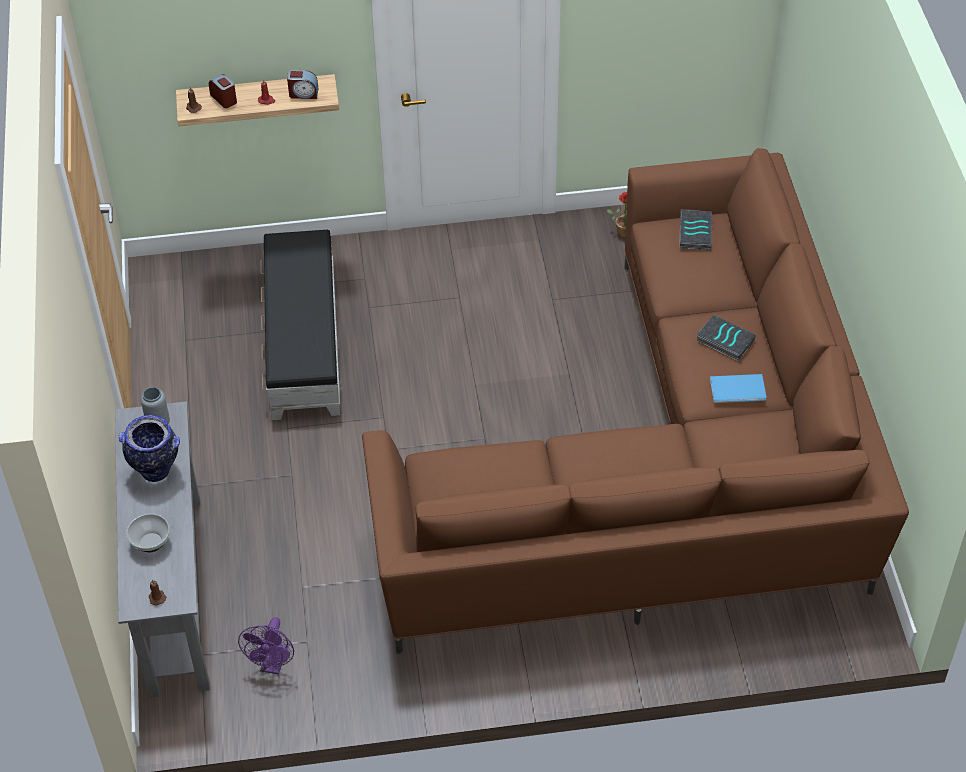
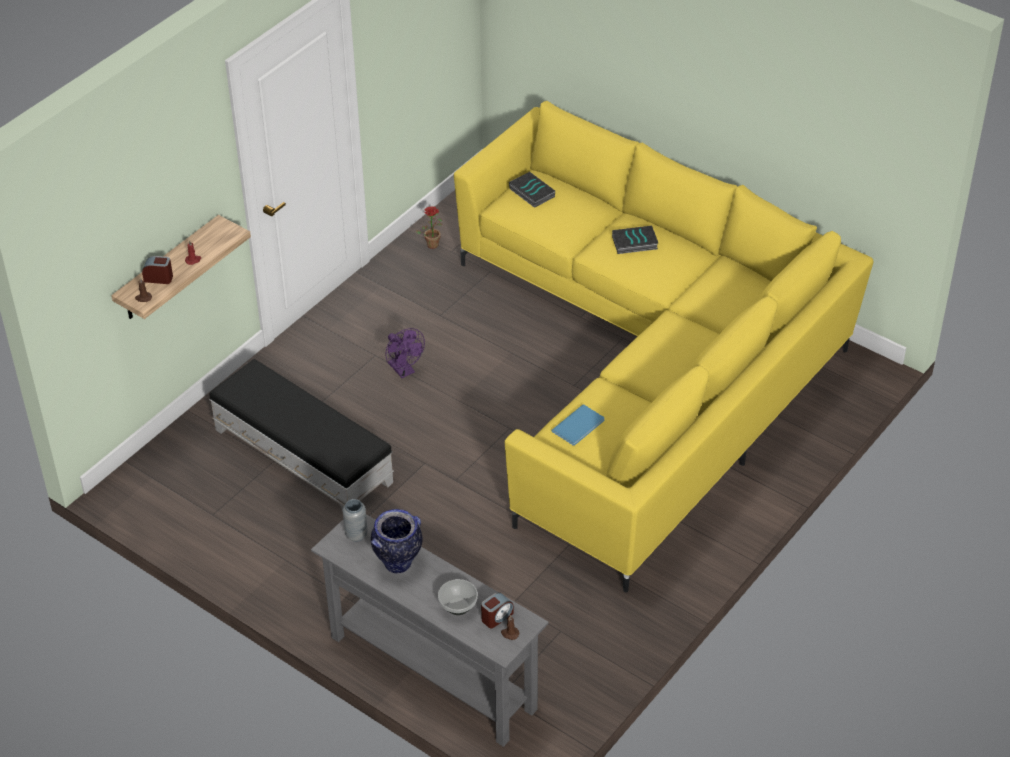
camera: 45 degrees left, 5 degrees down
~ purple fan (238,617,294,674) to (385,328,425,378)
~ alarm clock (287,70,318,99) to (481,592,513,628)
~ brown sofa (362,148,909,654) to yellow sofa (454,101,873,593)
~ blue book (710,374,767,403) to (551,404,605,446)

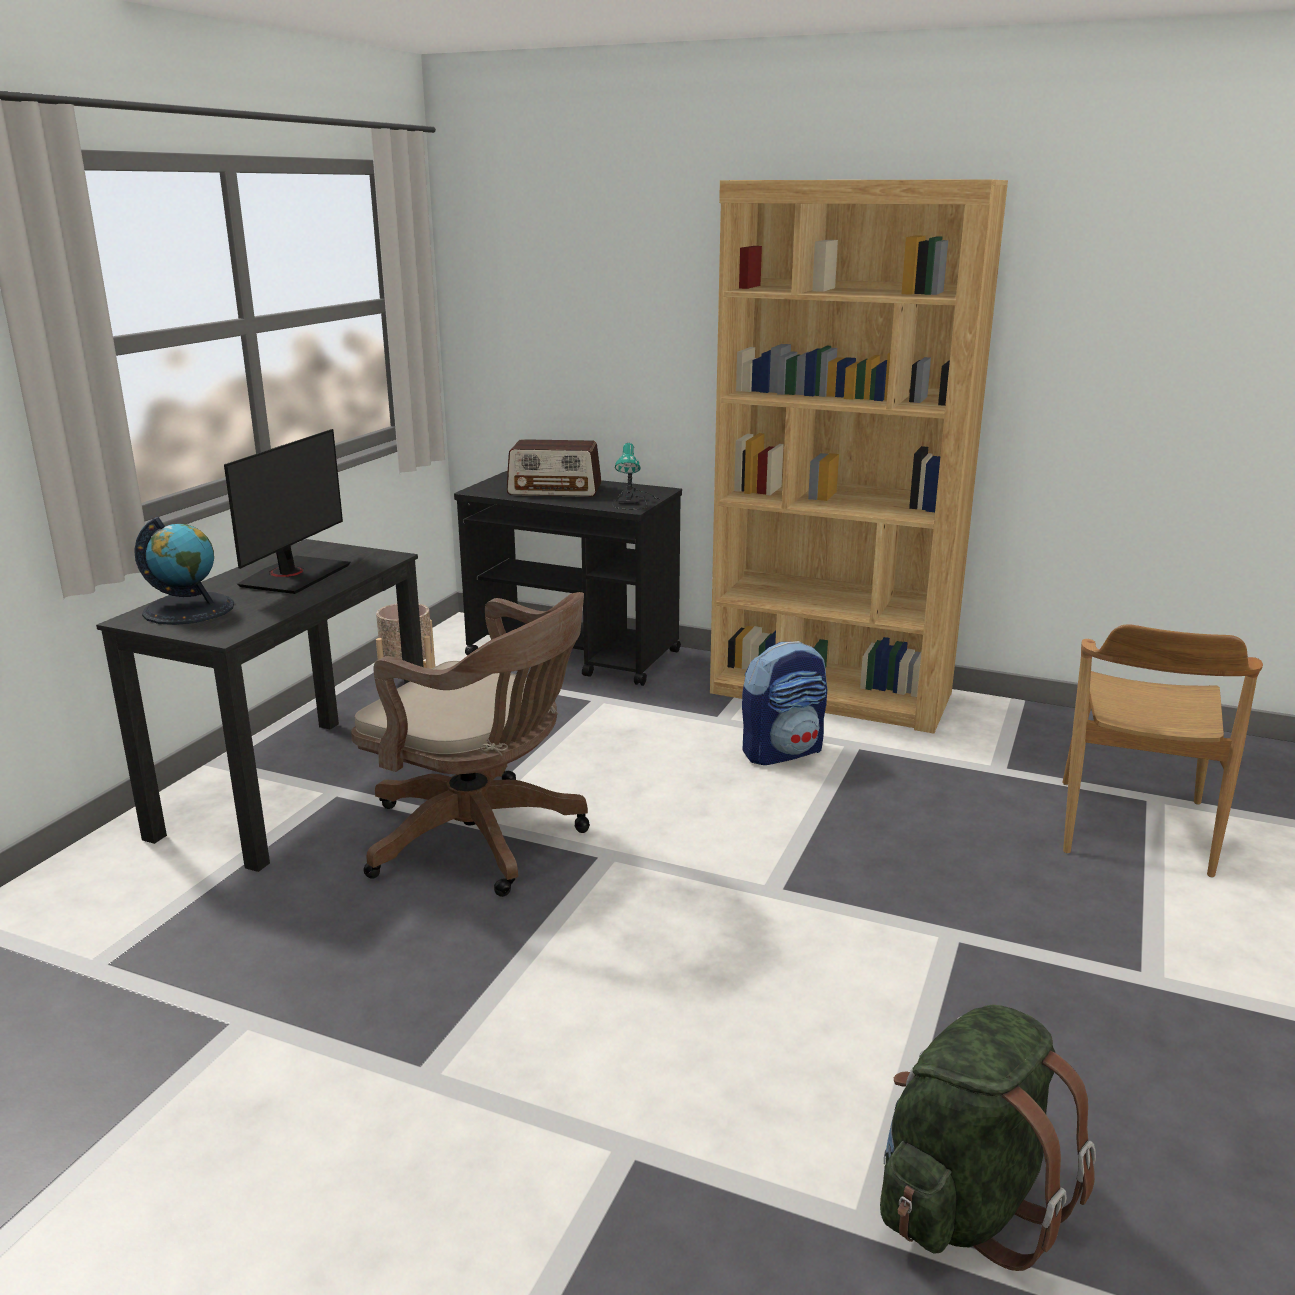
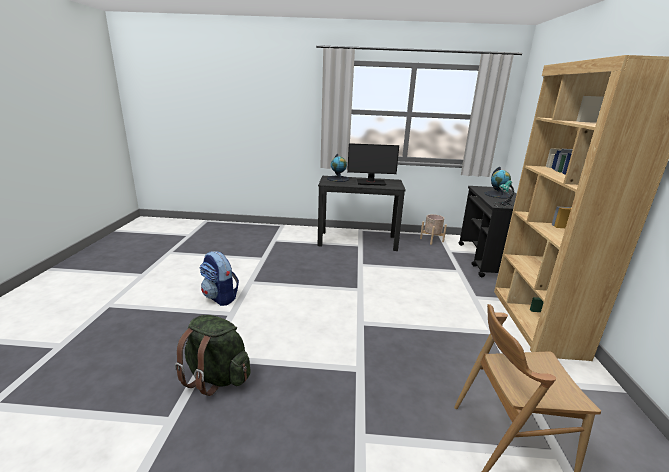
camera: 70 degrees right, 0 degrees up
- brown office chair (351,592,590,897)
~ radio (507,439,601,497) to globe (485,167,511,198)
~ backpack (742,641,827,765) to (200,251,239,306)

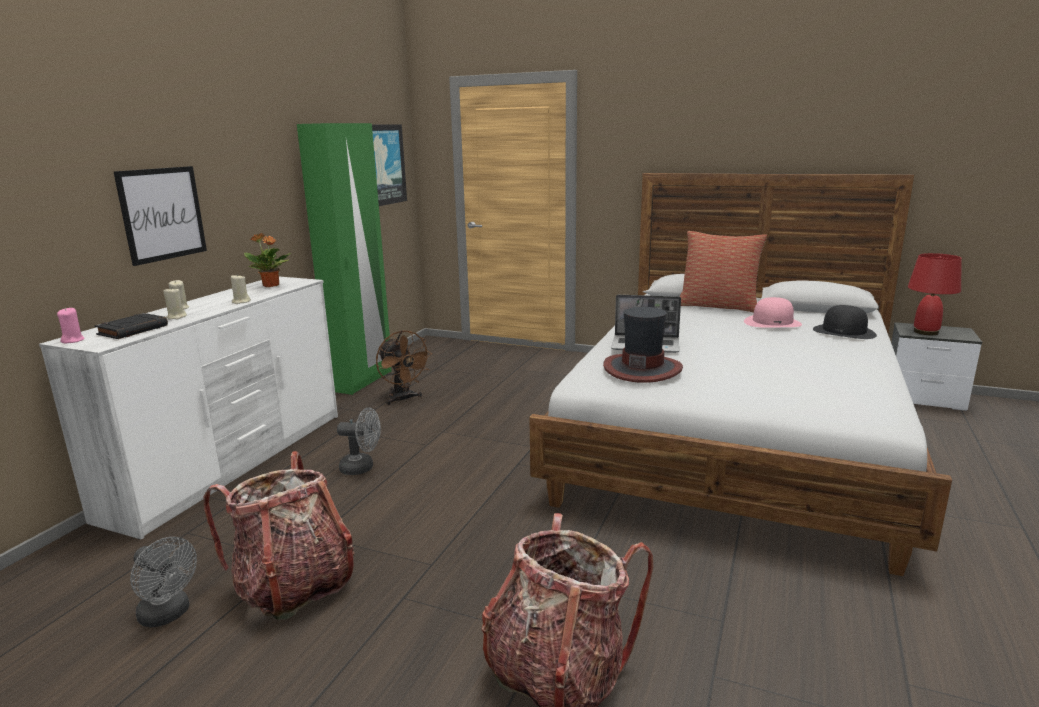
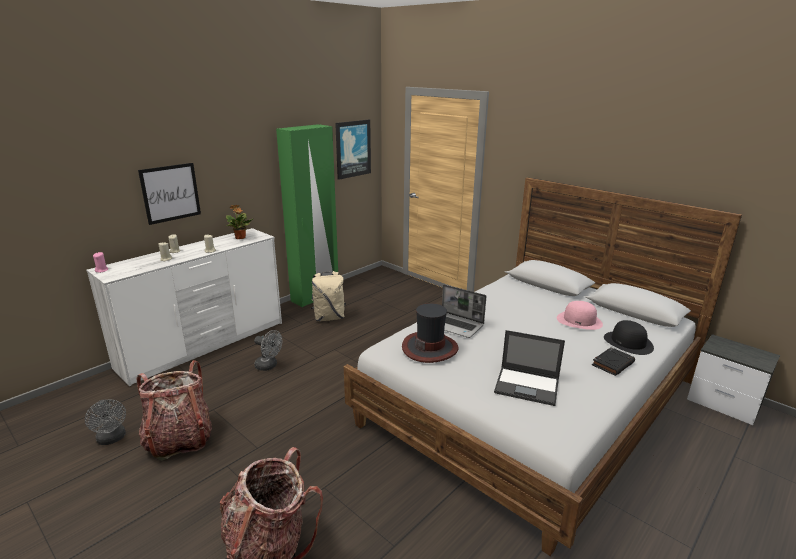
camera: 20 degrees right, 5 degrees up
~ black book (94,313,168,339) to (592,347,635,376)
~ brown fan (376,330,432,405) to beige backpack (311,271,346,321)
- pillow (680,231,767,313)
- red table lamp (908,253,962,335)
+ laptop (494,330,565,406)

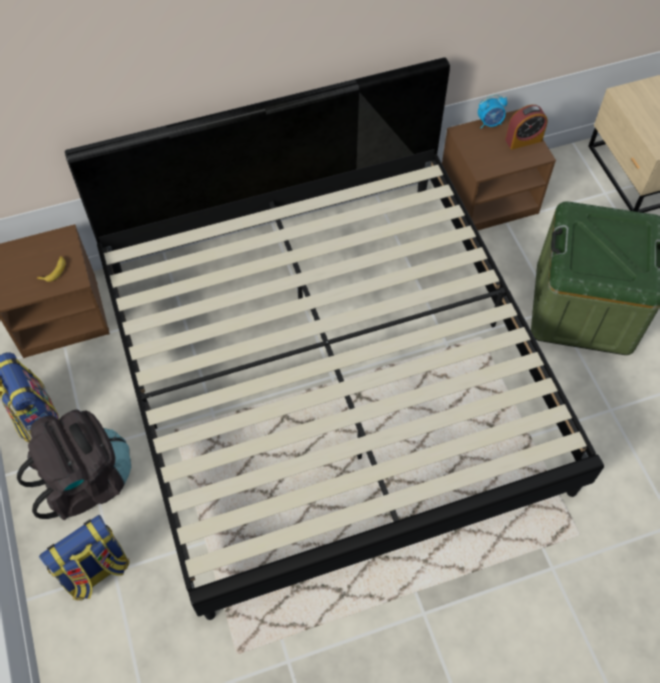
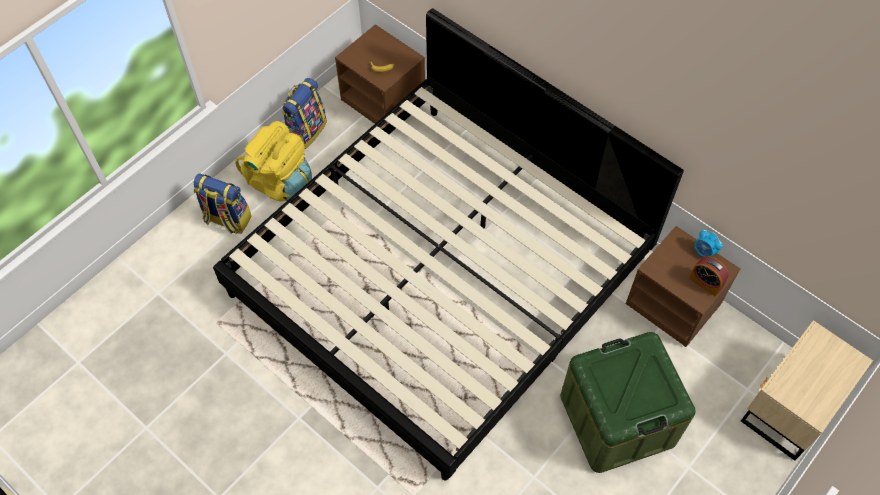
camera: 60 degrees right, 0 degrees up
~ black backpack (17,410,131,520) to yellow backpack (235,121,312,201)

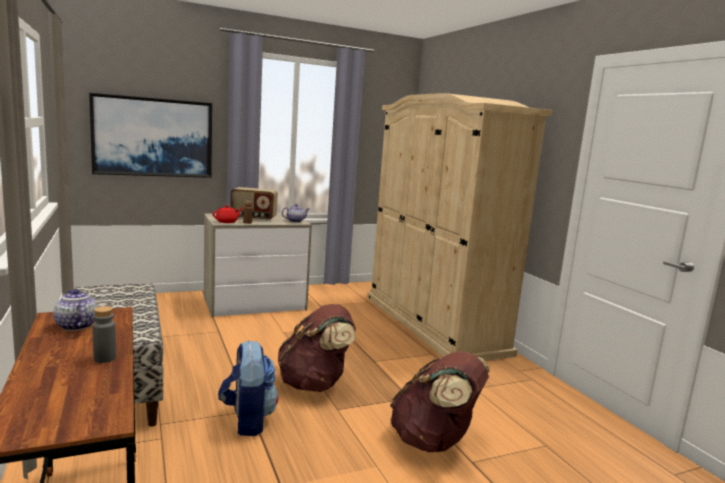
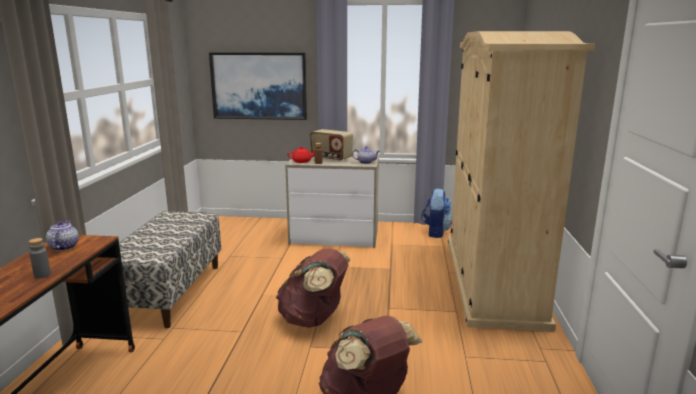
camera: 30 degrees right, 5 degrees up
~ backpack (218,340,278,436) to (421,188,452,238)

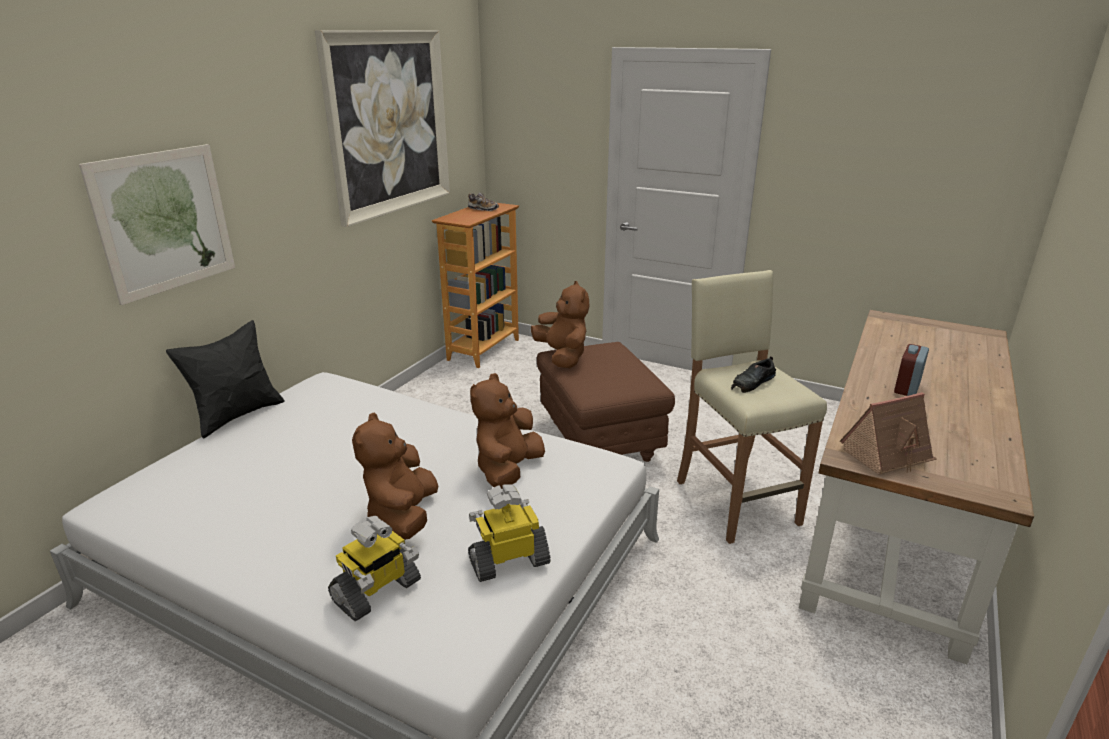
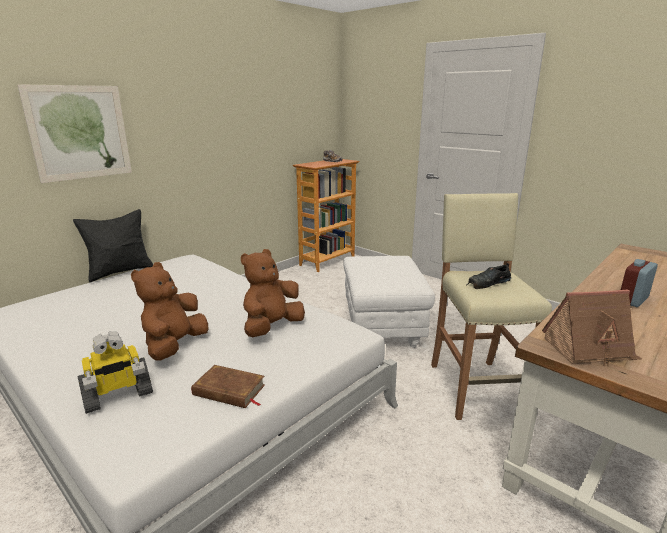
camera: 15 degrees right, 5 degrees down
- picture (315,30,450,227)
~ toy robot (468,485,550,582) to brown book (191,365,265,408)
- brown plush toy (531,281,589,368)
~ brown ottoman (537,342,675,462) to white ottoman (343,256,435,348)

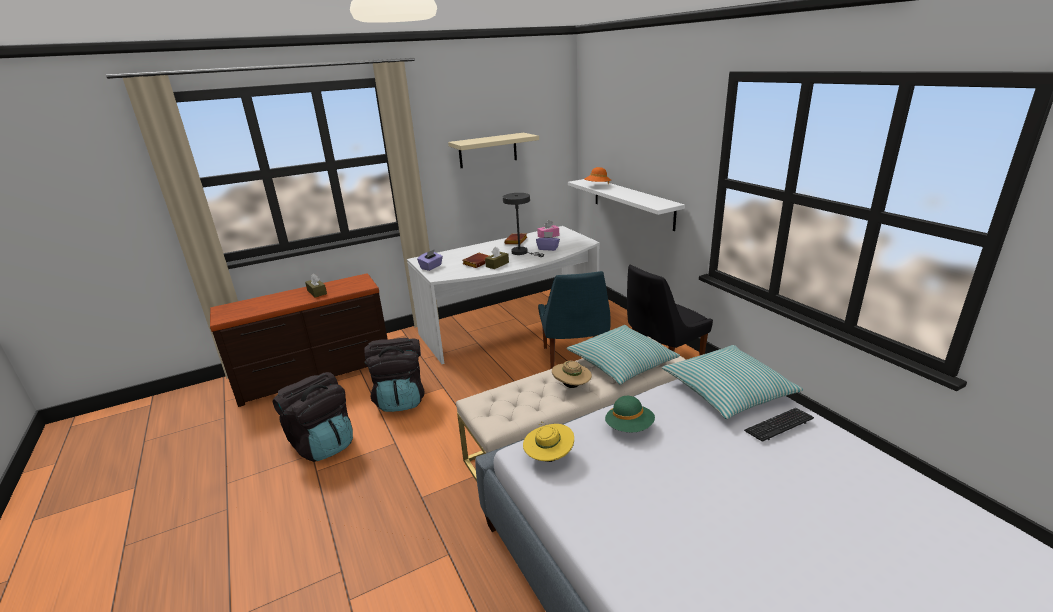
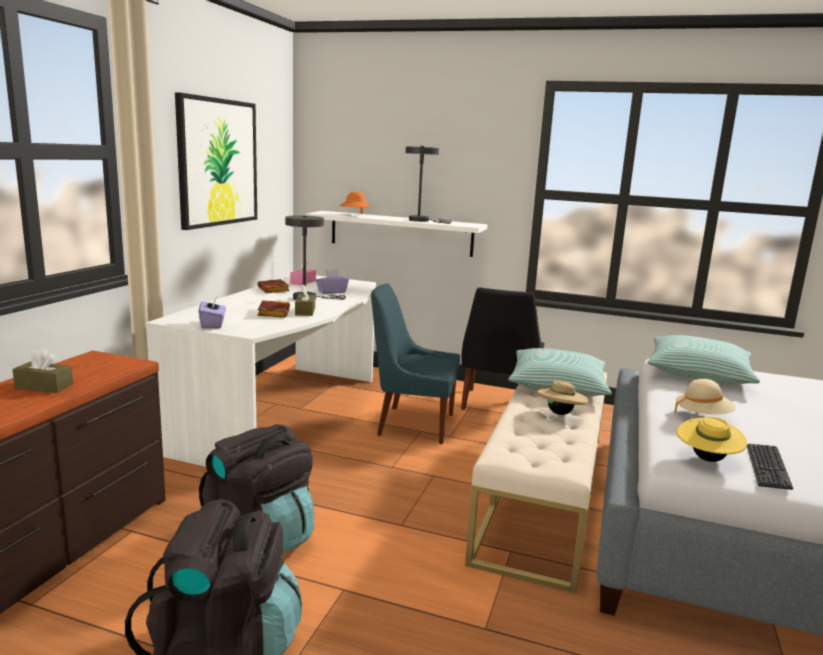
camera: 45 degrees left, 10 degrees down
~ beige shelf (448,133,539,168) to picture (175,92,257,230)
~ blue chair (538,271,611,369) = (371,283,460,444) 150 degrees clockwise
~ green hat (605,396,655,432) to beige hat (674,379,736,414)
~ keyboard (744,408,814,442) to (747,444,793,490)
+ grey table lamp (405,146,452,224)

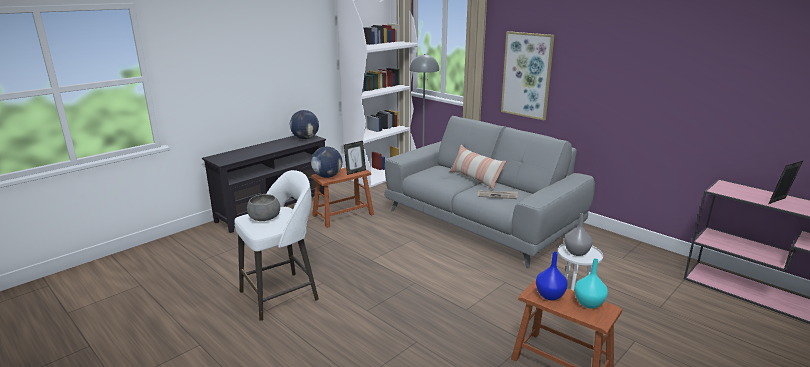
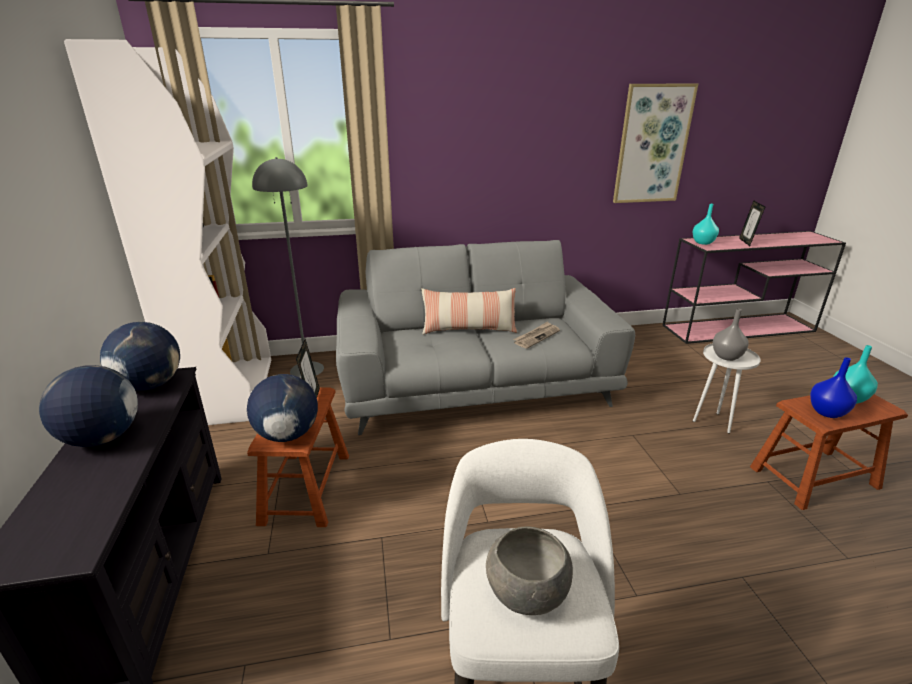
camera: 55 degrees left, 5 degrees up
~ picture (501,31,554,120) to (613,84,698,203)
+ globe (39,365,138,447)
+ turquoise vase (693,204,719,245)

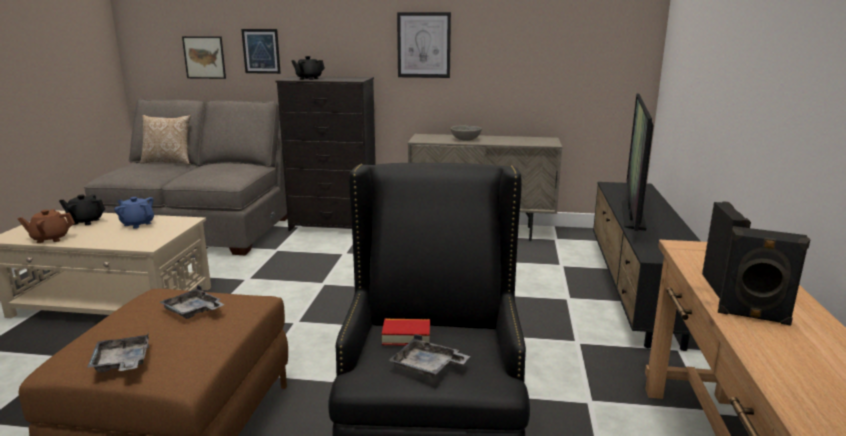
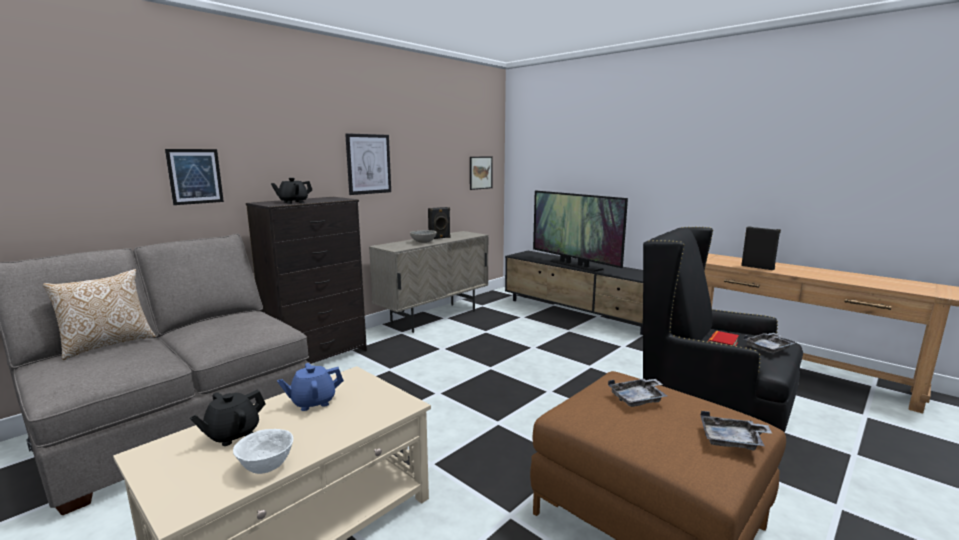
camera: 55 degrees left, 5 degrees down
~ brown teapot (18,209,75,243) to white bowl (233,429,293,474)
~ picture (182,36,226,79) to (470,157,493,190)
~ black speaker (718,226,810,325) to (428,207,451,239)

